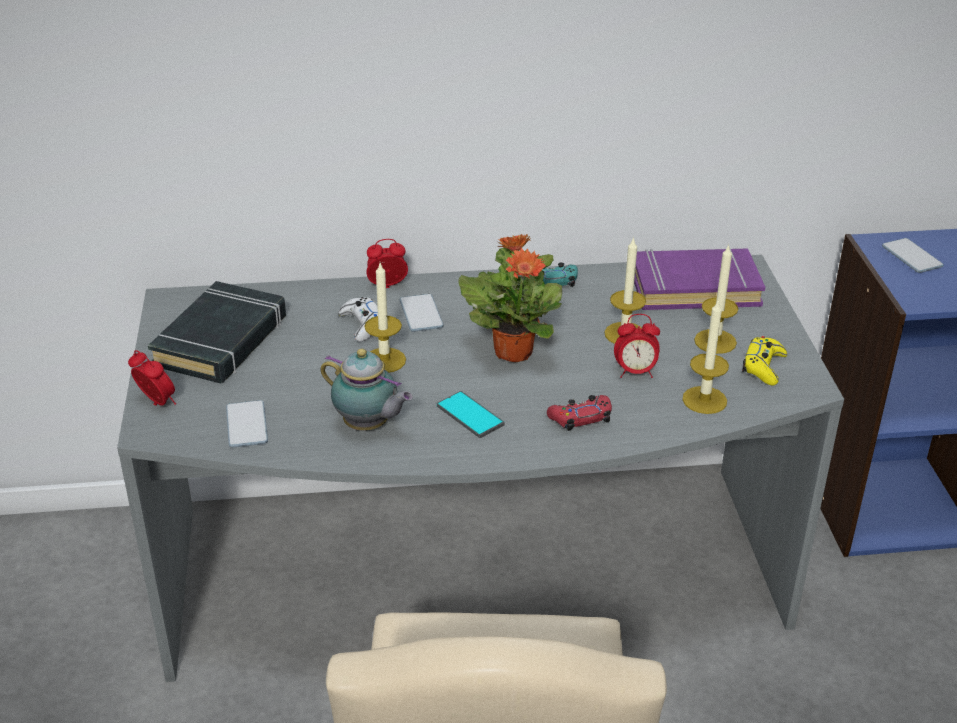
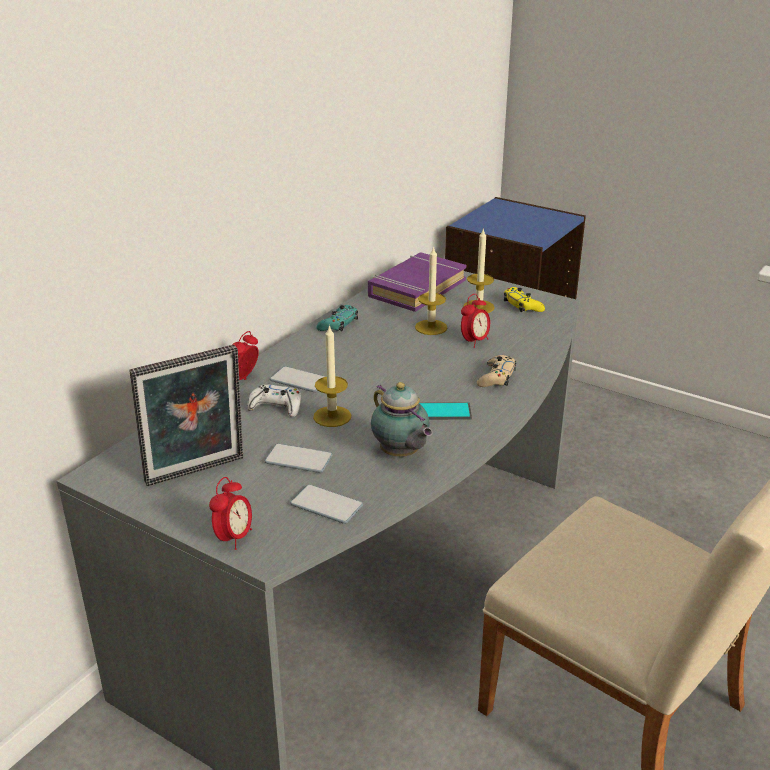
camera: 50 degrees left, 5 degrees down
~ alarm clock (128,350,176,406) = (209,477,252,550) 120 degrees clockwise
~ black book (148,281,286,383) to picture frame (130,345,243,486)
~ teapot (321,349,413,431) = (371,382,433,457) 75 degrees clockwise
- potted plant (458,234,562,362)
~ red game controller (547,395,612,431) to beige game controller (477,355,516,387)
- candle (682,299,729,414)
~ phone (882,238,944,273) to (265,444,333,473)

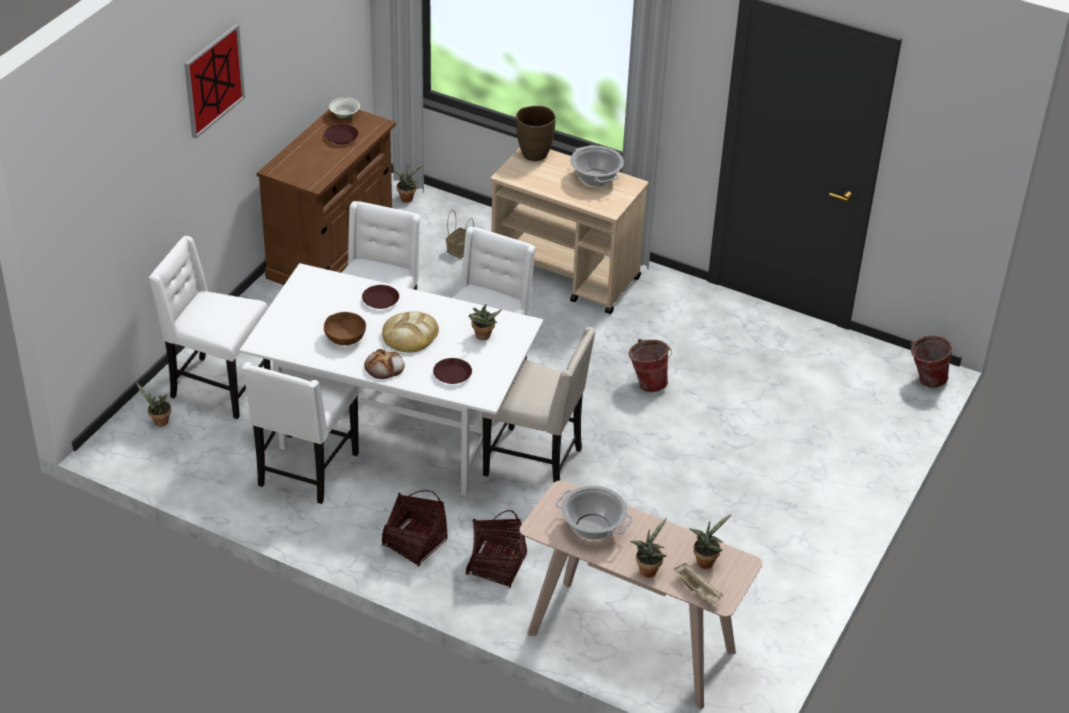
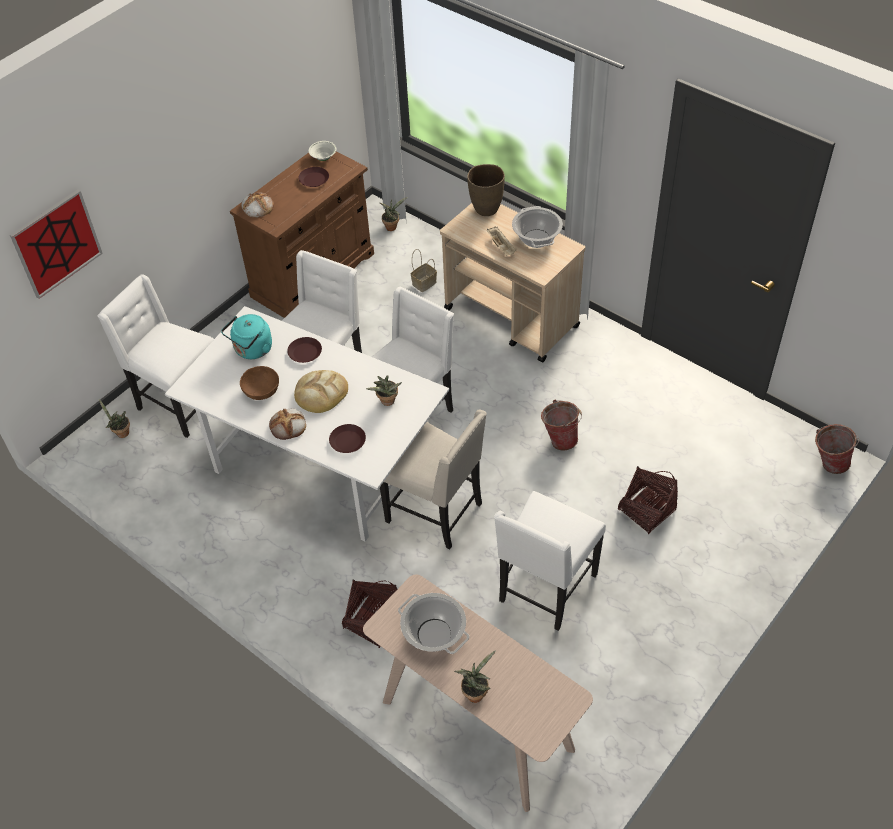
camera: 15 degrees right, 10 degrees up
~ picture (184,24,245,138) to (10,189,103,299)
~ white chair (242,362,359,504) to (494,491,606,631)
~ basket (382,490,447,567) to (618,466,678,534)
~ beige tray (674,563,723,605) to (487,227,517,256)
- potted plant (690,514,732,569)
+ turquoise kettle (221,314,272,359)
+ bread (241,193,274,218)

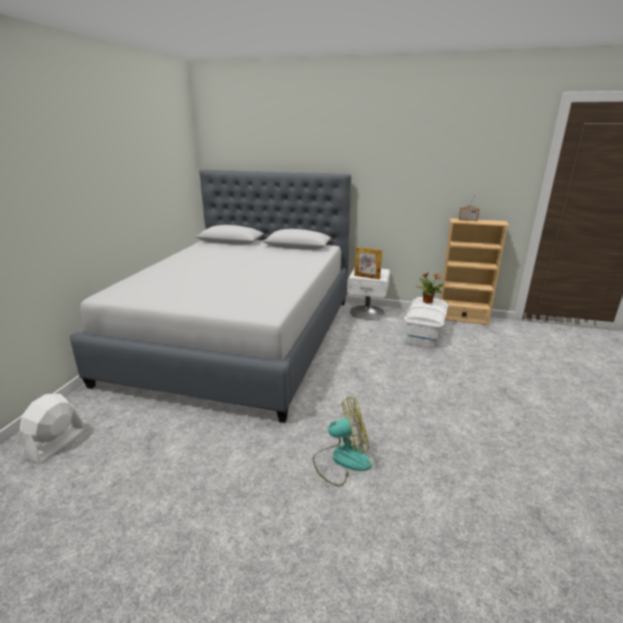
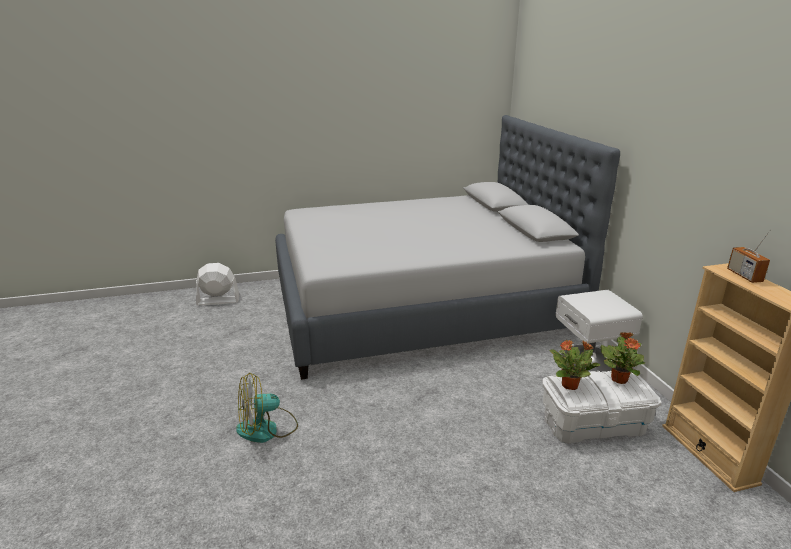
camera: 60 degrees right, 0 degrees up
~ fan (313,396,372,486) = (236,373,298,443) 105 degrees clockwise
- picture frame (354,247,382,280)
+ potted plant (550,340,600,390)

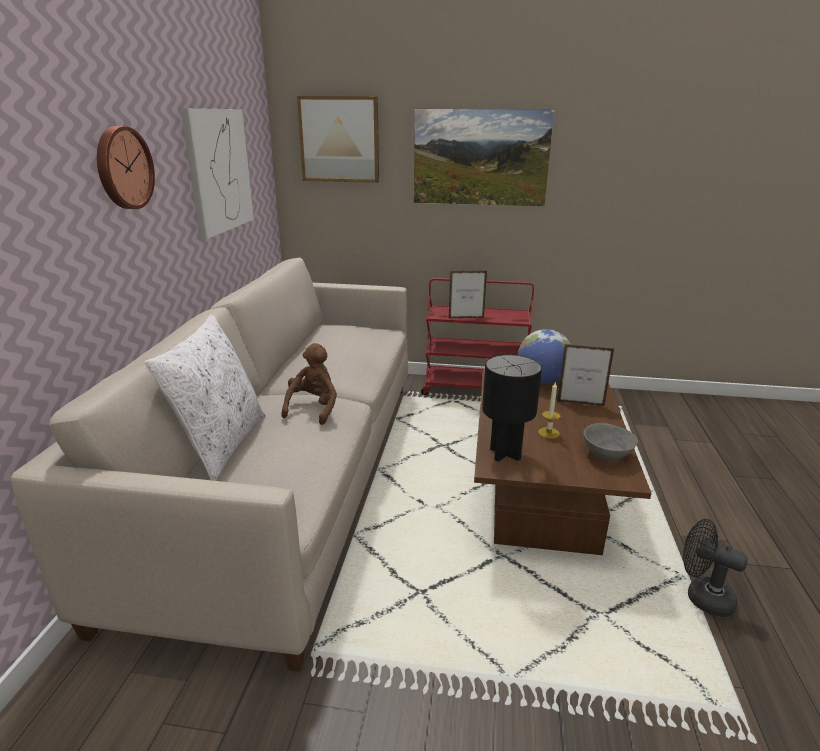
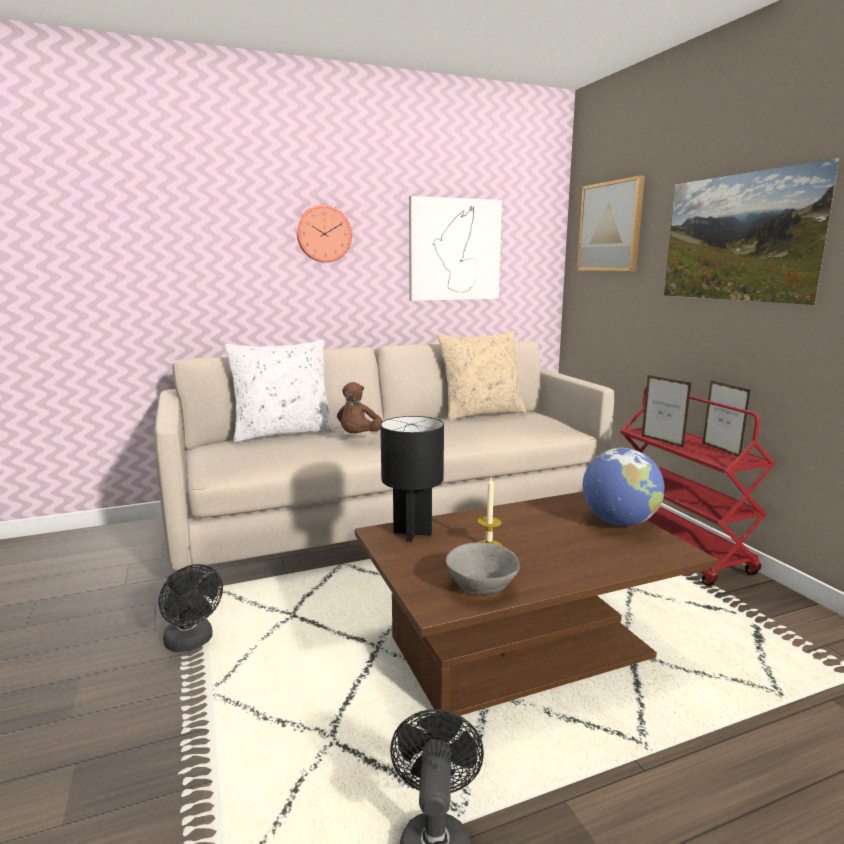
camera: 60 degrees right, 10 degrees down
~ brown plush toy (282,343,337,425) = (337,382,383,433) 120 degrees clockwise
~ picture frame (557,344,615,406) to (703,380,751,457)
+ black fan (159,564,223,652)
+ beige pillow (437,331,526,420)

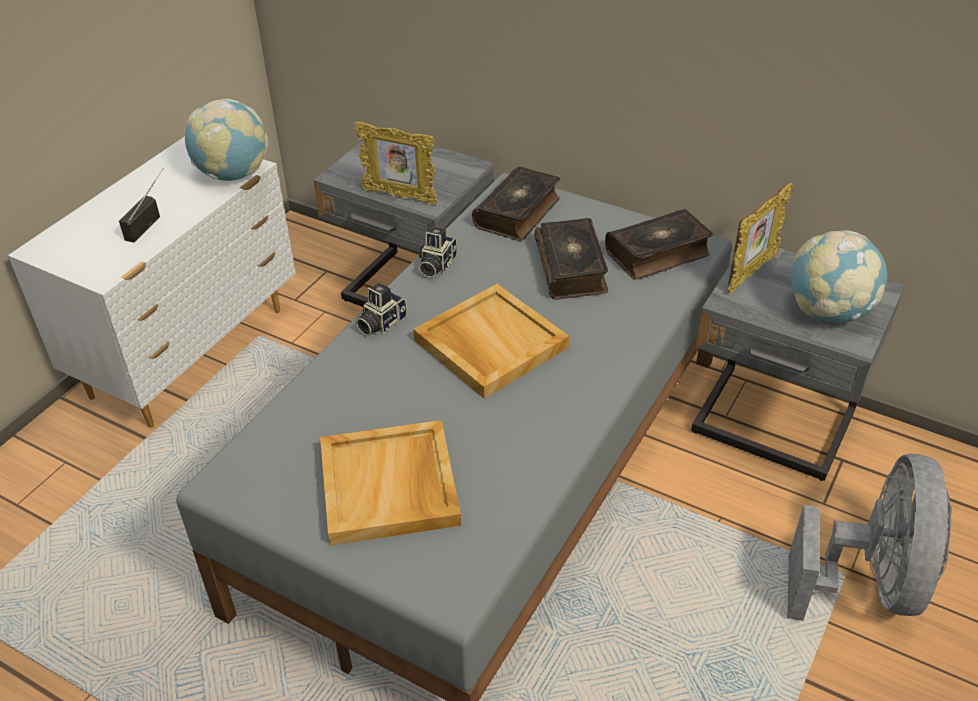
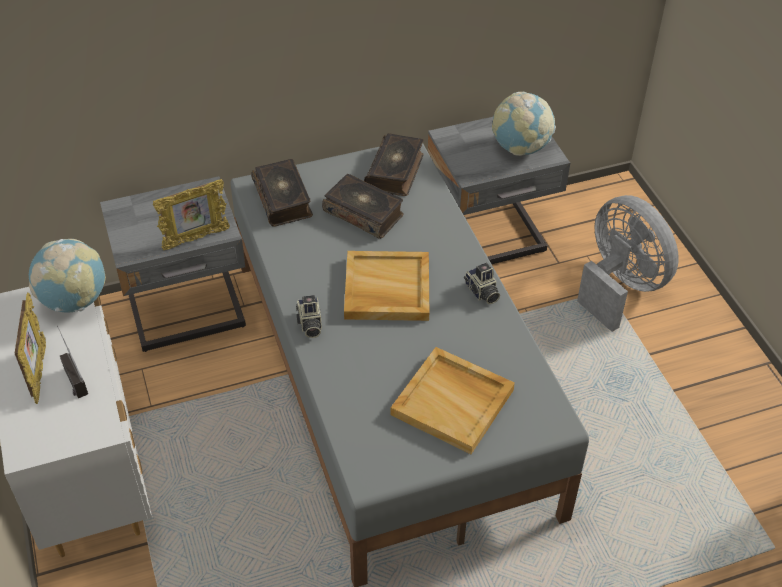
camera: 50 degrees left, 5 degrees up
~ photo camera (419,227,457,277) to (464,263,500,304)
~ picture frame (728,183,793,294) to (15,293,46,404)

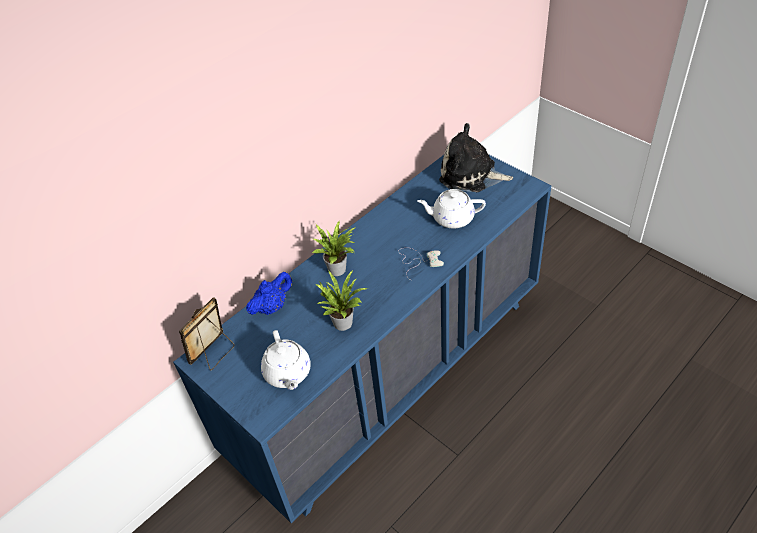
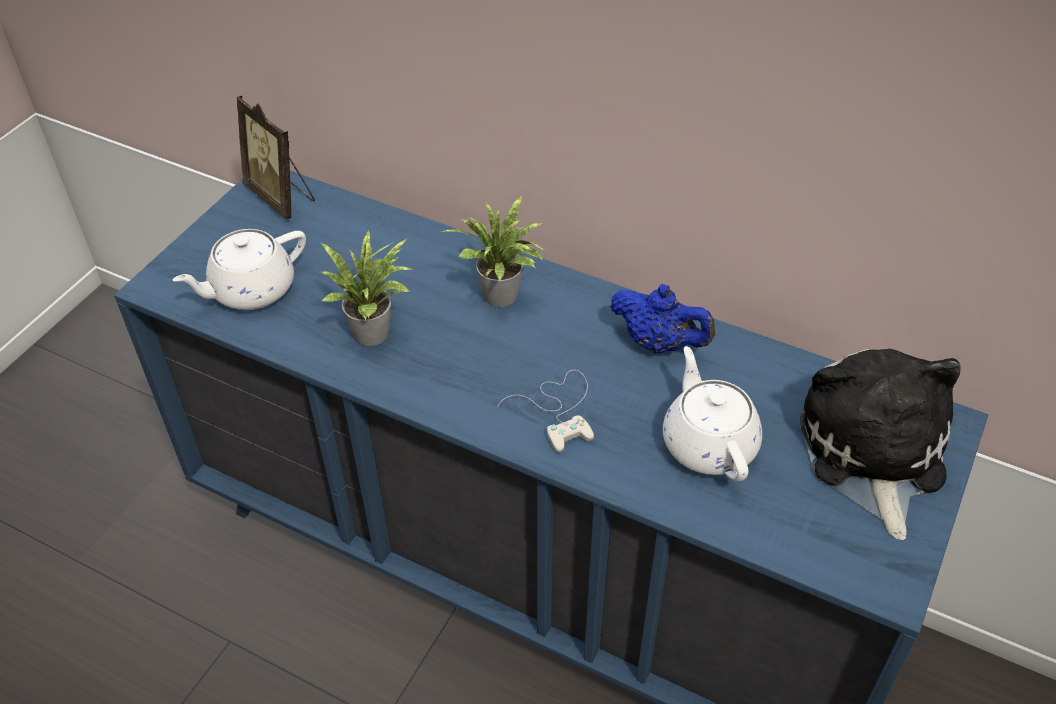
camera: 70 degrees right, 0 degrees up
~ picture frame (179,297,235,371) = (237,95,315,220) 150 degrees counterclockwise
~ blue teapot (246,272,292,315) to (610,284,715,353)

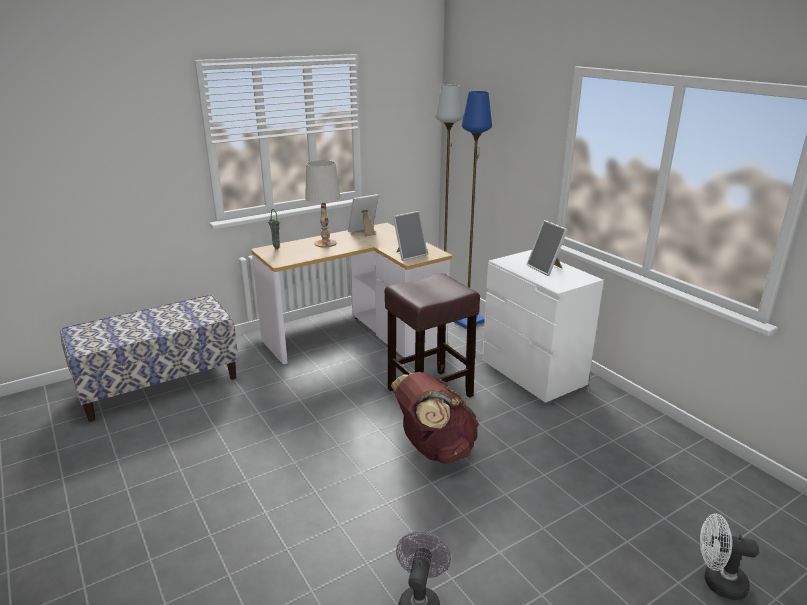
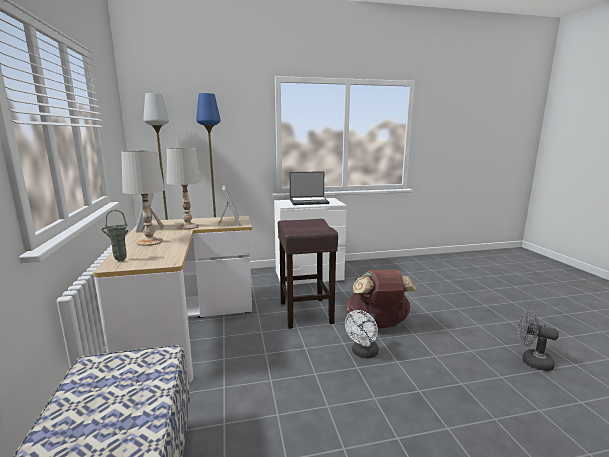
camera: 70 degrees left, 10 degrees down
~ picture frame (526,220,568,276) to laptop (290,171,329,205)
~ white fan (700,513,759,600) to (345,310,379,359)
+ white table lamp (167,148,201,230)

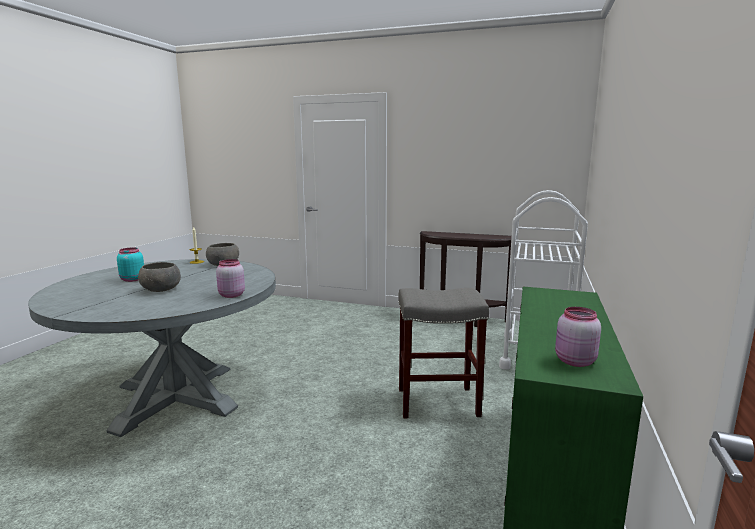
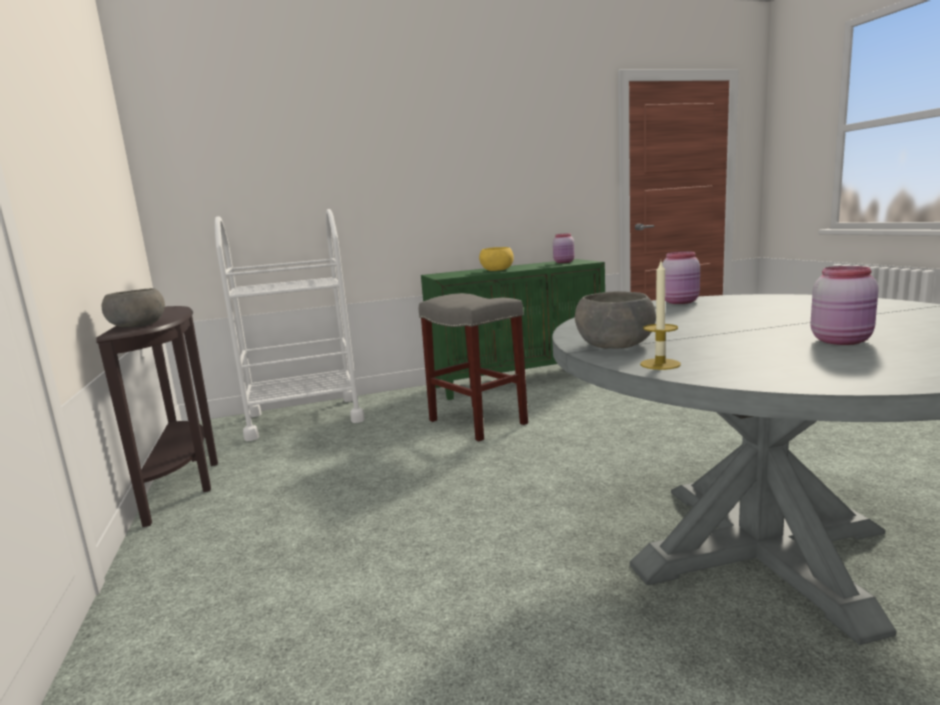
camera: 125 degrees left, 0 degrees up
~ turquoise jar (117,248,144,282) to pink jar (810,266,878,345)
~ grey bowl (138,262,181,292) to (102,288,165,327)
+ yellow bowl (479,247,514,271)

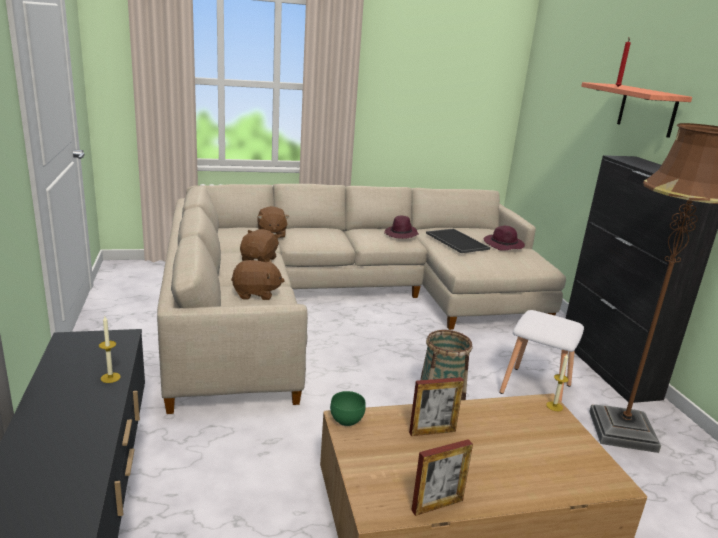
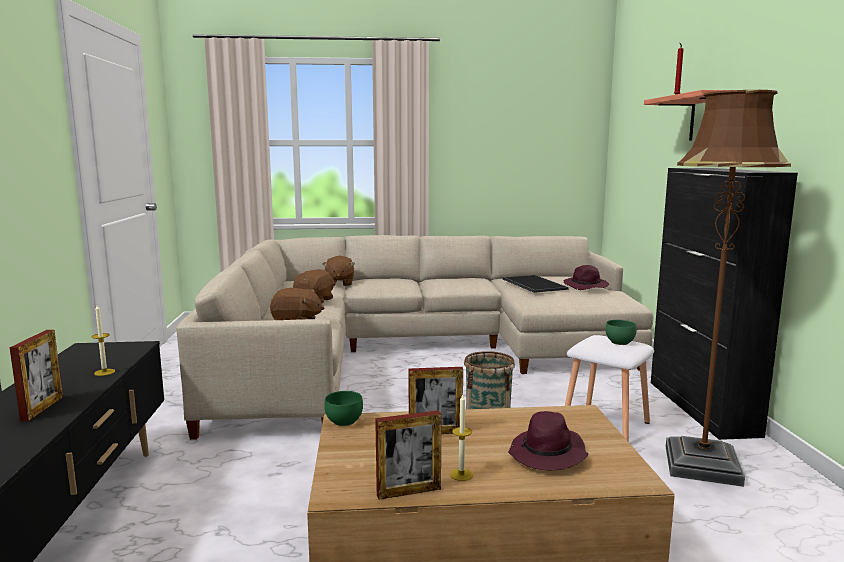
camera: 10 degrees right, 10 degrees down
~ purple hat (384,216,419,239) to (508,411,588,470)
~ candle (546,354,569,411) to (450,393,473,481)
+ picture frame (9,330,63,421)
+ green bowl (605,320,637,345)

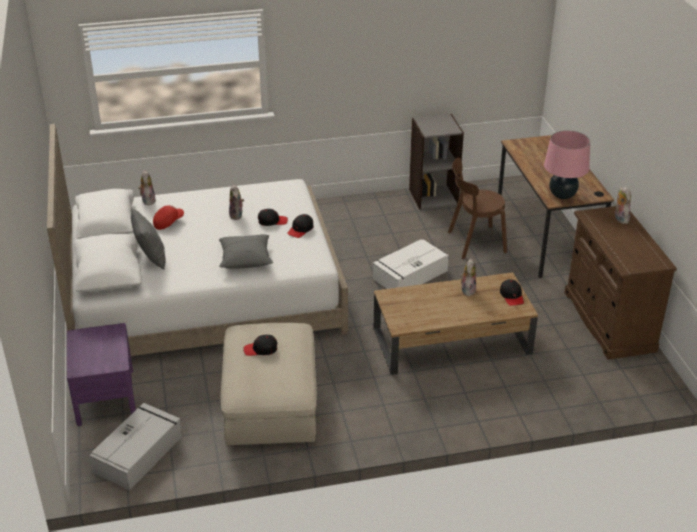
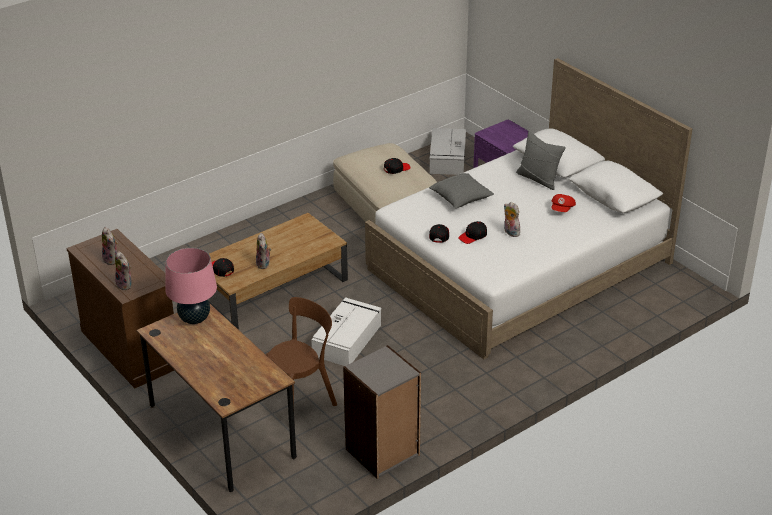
camera: 155 degrees right, 0 degrees up
~ plush toy (138,170,156,205) to (102,227,118,265)

